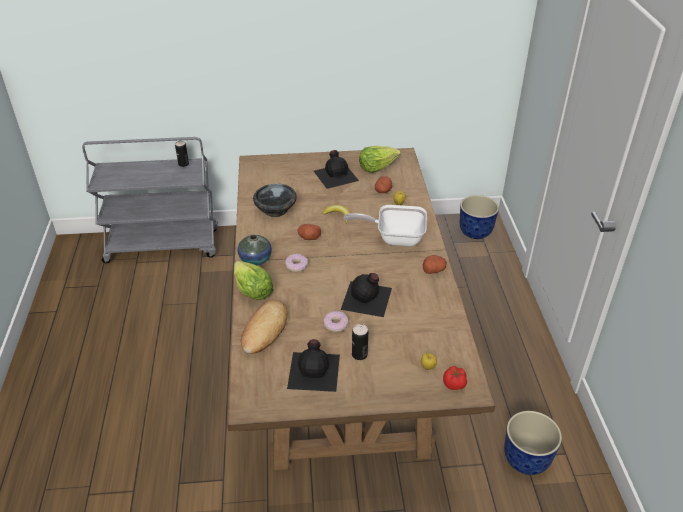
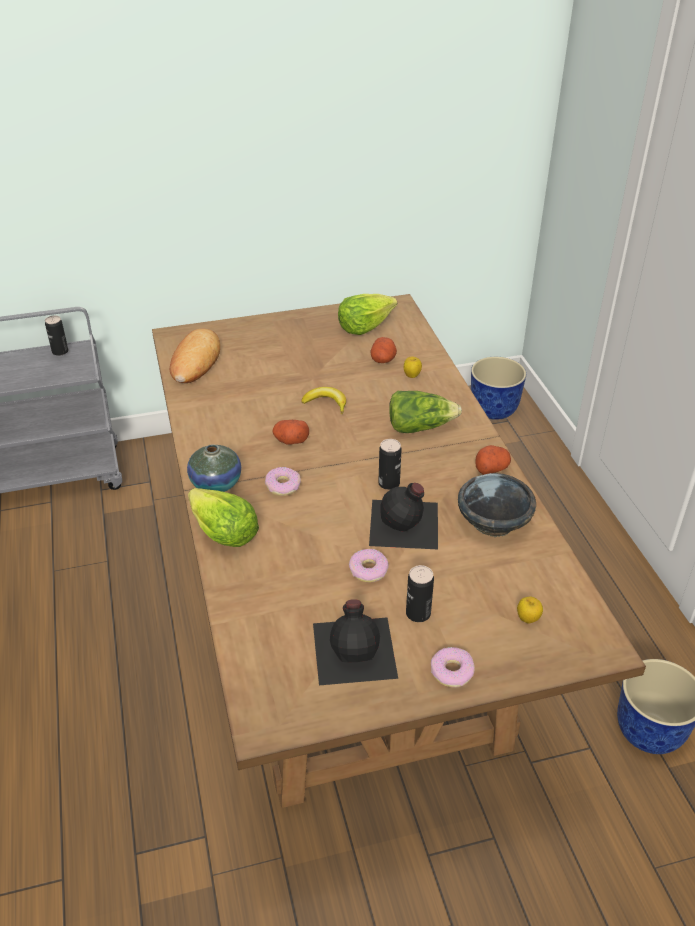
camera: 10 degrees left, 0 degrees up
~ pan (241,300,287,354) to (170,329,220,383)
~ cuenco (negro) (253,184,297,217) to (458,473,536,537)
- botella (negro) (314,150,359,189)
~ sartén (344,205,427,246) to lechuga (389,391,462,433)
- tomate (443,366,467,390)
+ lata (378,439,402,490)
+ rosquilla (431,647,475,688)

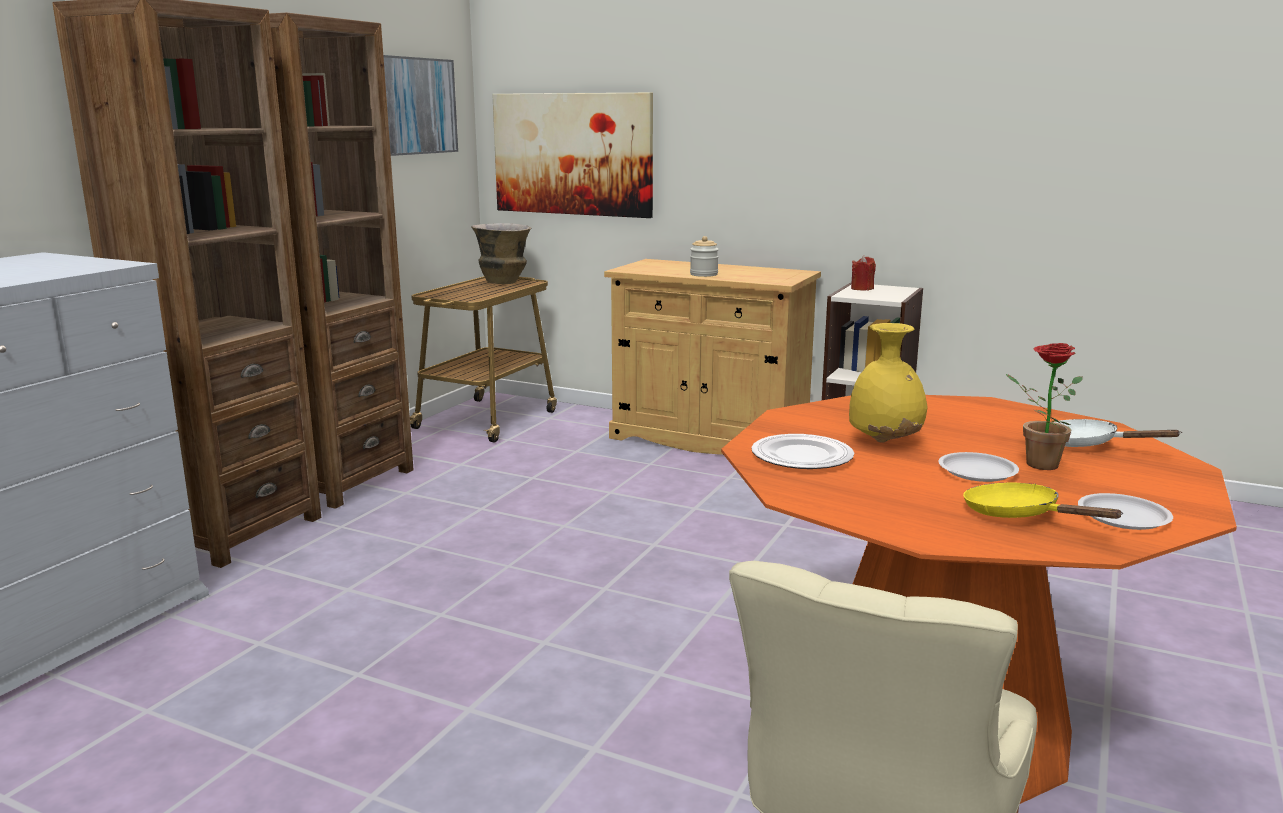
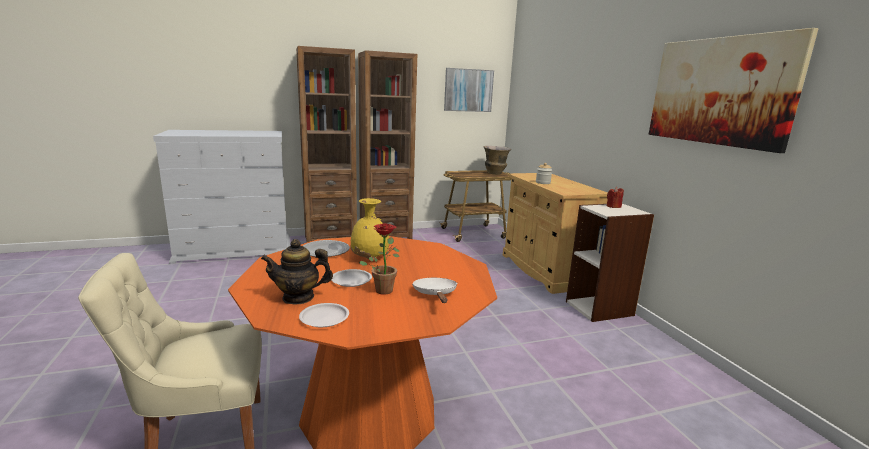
camera: 45 degrees right, 0 degrees up
~ cuadro (492,93,653,218) to (648,28,819,153)
~ sartén (amarillo) (963,483,1123,519) to tetera (261,239,333,305)

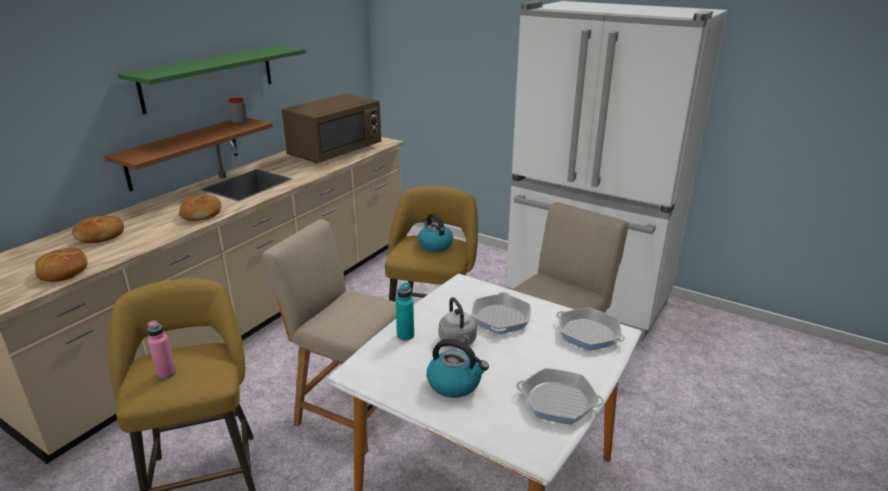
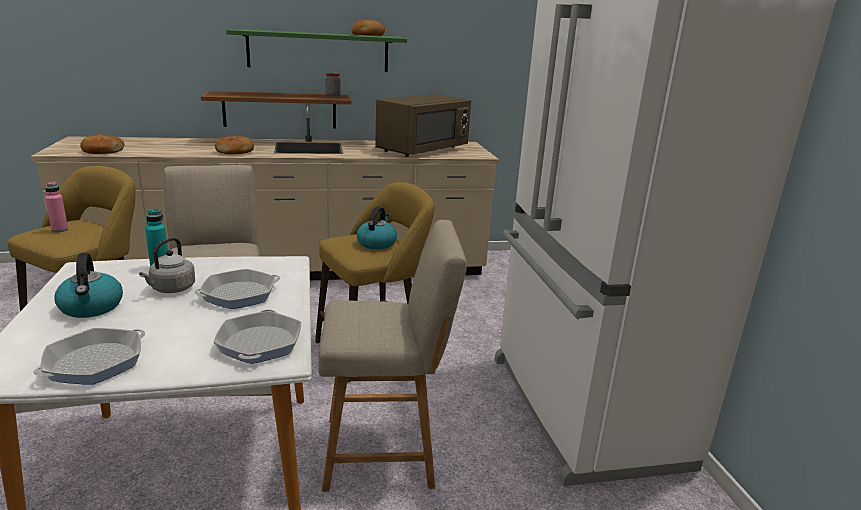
camera: 45 degrees right, 5 degrees down
~ pan (72,216,124,243) to (351,20,385,36)
~ microondas (marrón) (282,93,381,163) = (375,94,471,157) 45 degrees counterclockwise
~ sartén (516,368,604,424) = (33,328,145,384) 60 degrees clockwise

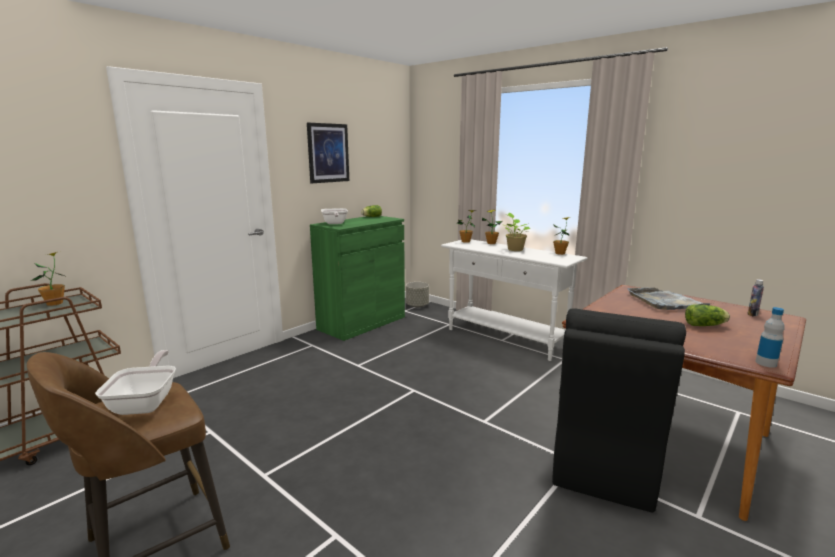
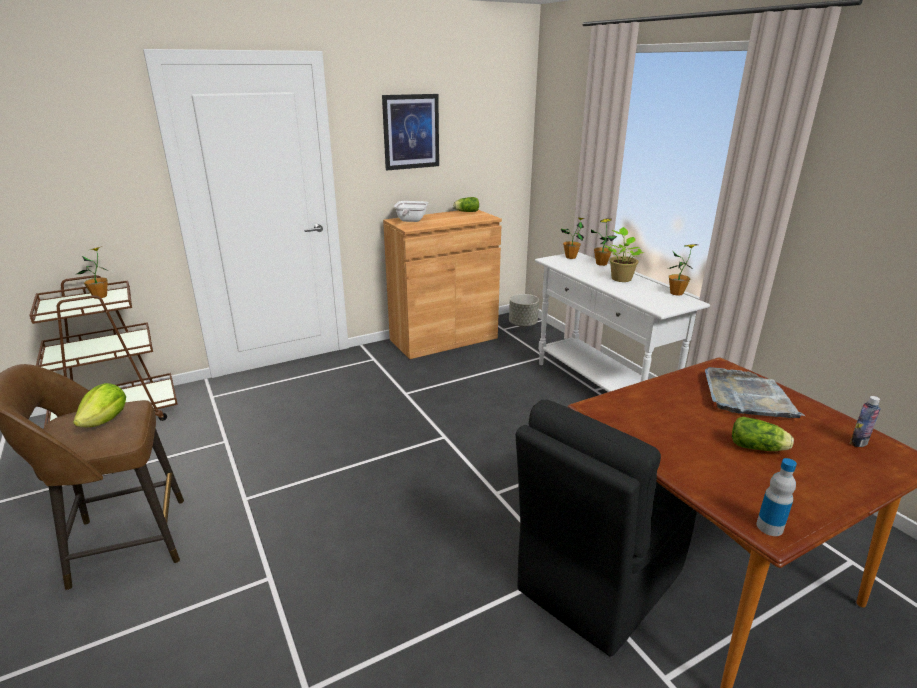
camera: 20 degrees right, 10 degrees up
~ sartén (95,350,176,415) to lechuga (73,383,126,427)
~ armario (verde) (310,216,405,341) to armario (marrón) (383,210,502,359)

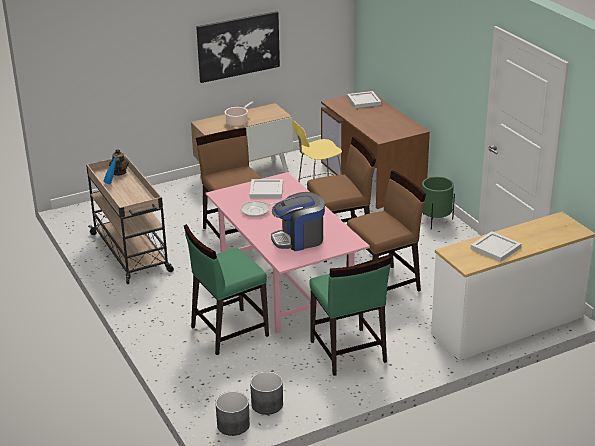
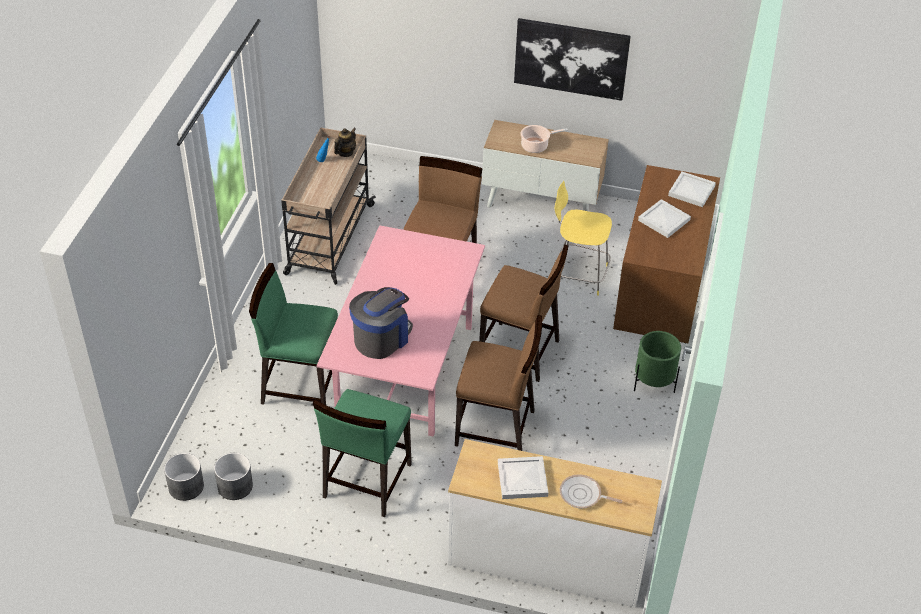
camera: 40 degrees right, 15 degrees up
~ sartén (240,201,280,217) to (560,474,622,508)
~ bandeja (blanco) (250,179,283,198) to (638,199,691,238)
~ cafetera (271,192,325,251) = (349,287,413,359) 105 degrees clockwise

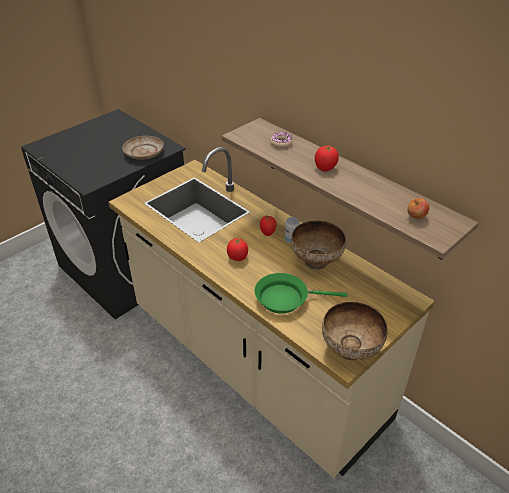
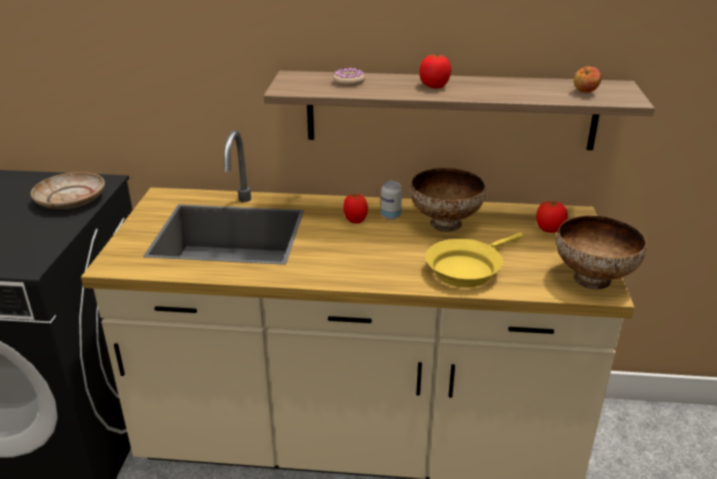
camera: 40 degrees left, 10 degrees down
~ tomate (227,238,248,261) to (536,200,568,233)
~ sartén (verde) (255,273,348,314) to sartén (amarillo) (426,233,523,287)

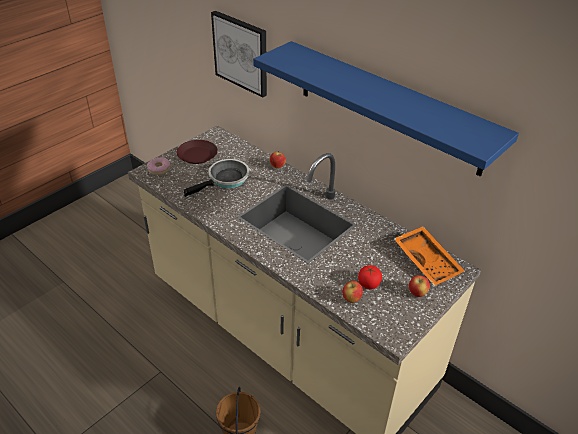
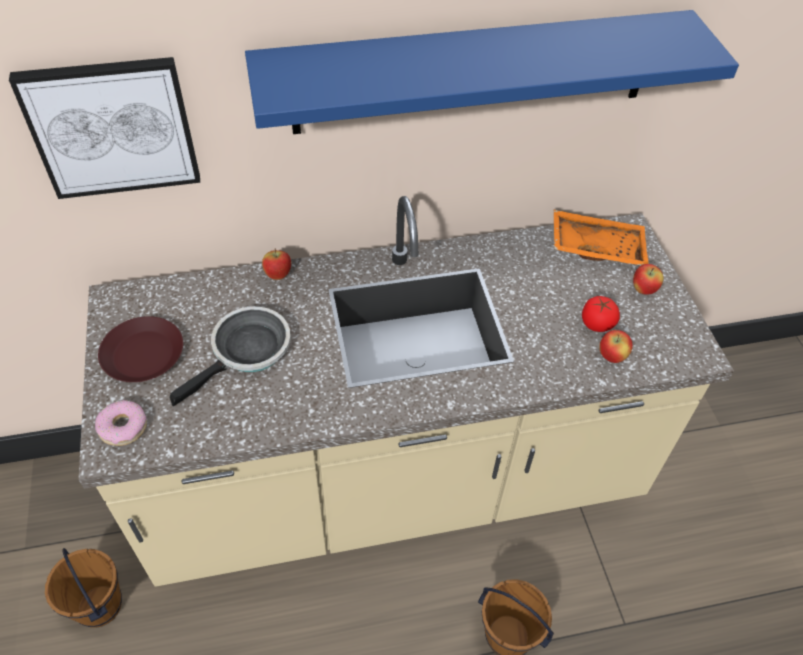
camera: 55 degrees left, 10 degrees up
~ sartén (184,159,250,197) = (170,306,291,407) 45 degrees clockwise
+ cubo (marrón) (45,548,122,628)

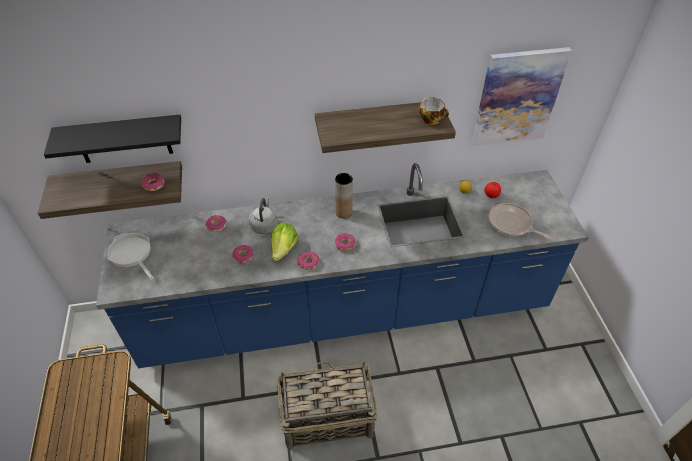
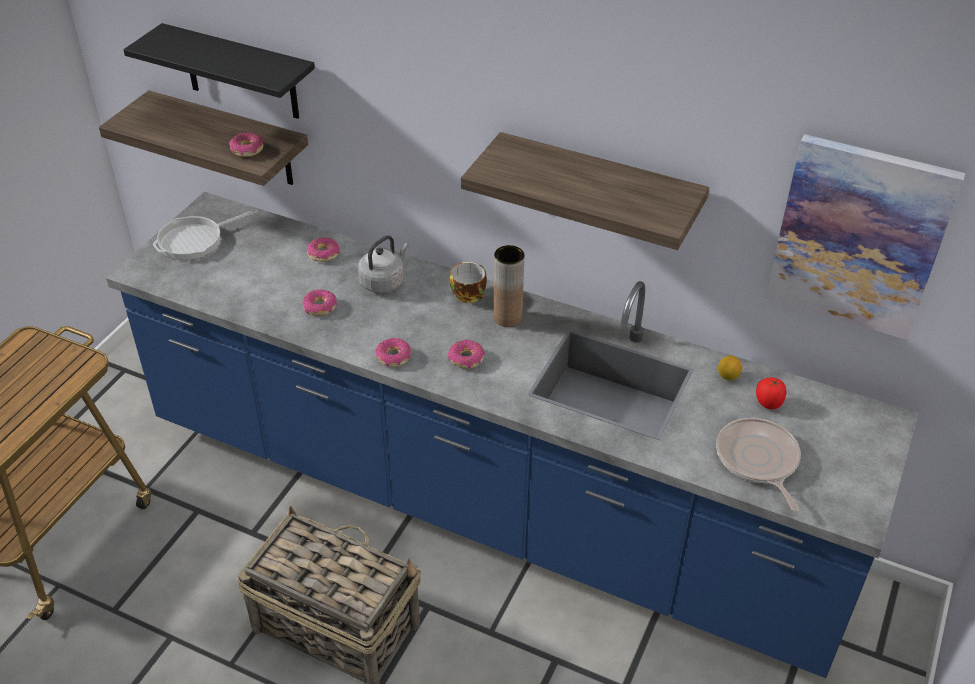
camera: 35 degrees right, 5 degrees down
~ sartén (107,233,155,281) = (153,209,258,260) 120 degrees counterclockwise
- lechuga (271,222,298,261)
~ taza (419,97,449,125) to (450,262,487,303)

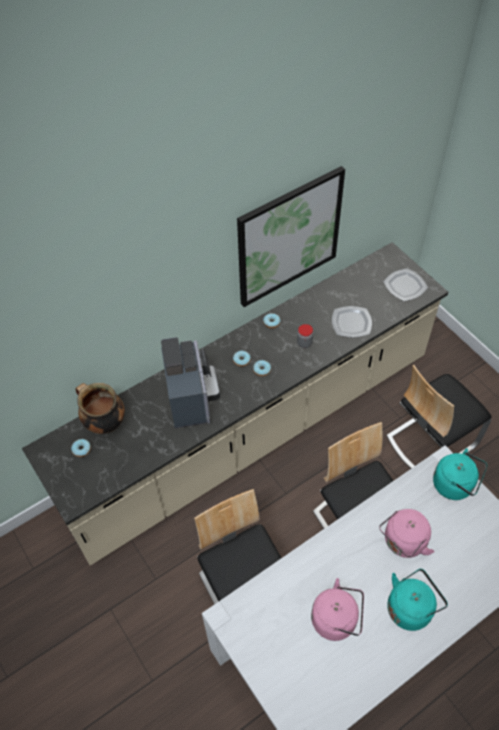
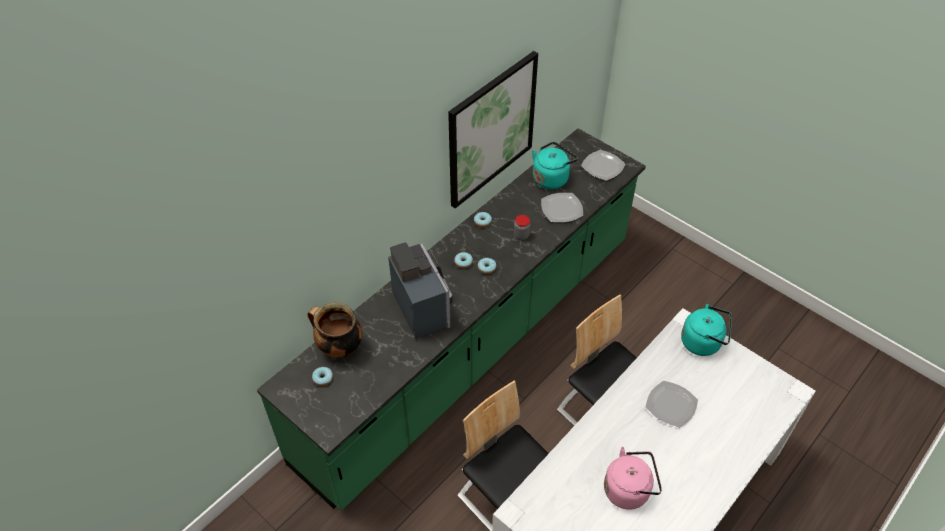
camera: 15 degrees left, 5 degrees down
~ mueble bajo de cocina (beis) (22,242,448,566) to mueble bajo de cocina (verde) (257,128,646,511)
~ hervidor (rosa) (379,509,435,558) to plato (645,381,698,427)
- silla (387,365,492,468)
~ hervidor (turquesa) (387,569,448,631) to (532,142,578,189)

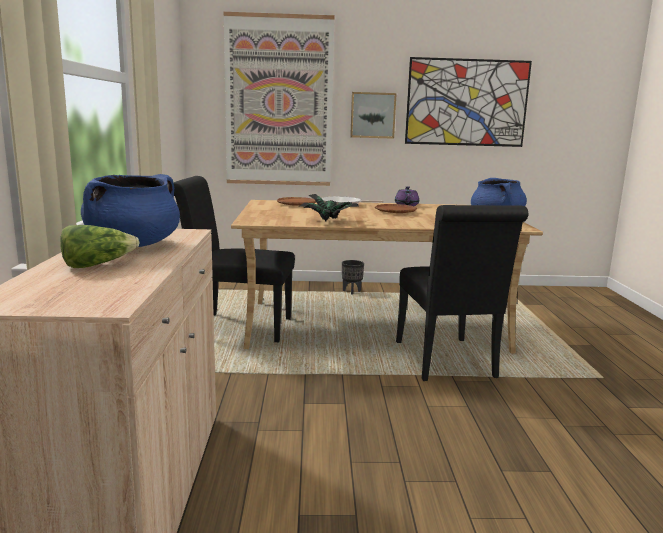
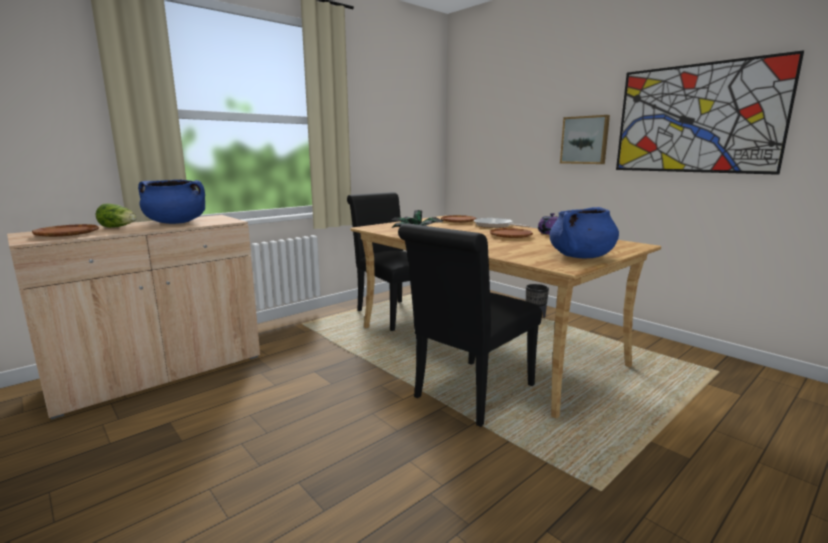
camera: 50 degrees right, 0 degrees up
- cuadro (223,12,335,186)
+ plato (marrón) (32,224,99,237)

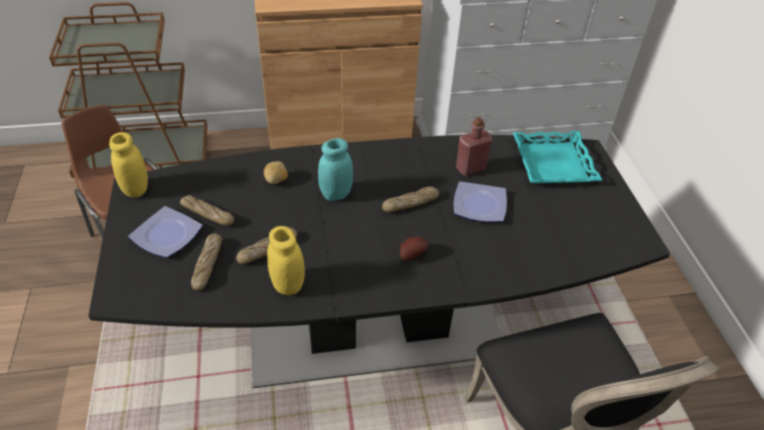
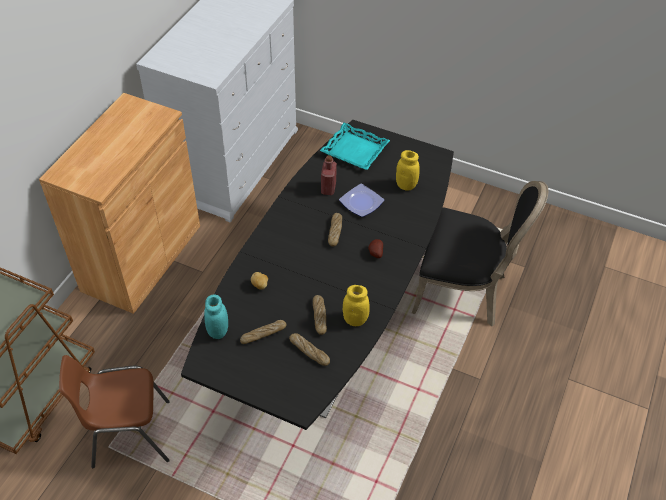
camera: 55 degrees left, 5 degrees up
~ tarro (amarillo) (109,132,148,197) to (396,150,420,191)
- plato (128,206,203,258)
~ tarro (turquesa) (318,138,353,201) to (204,294,228,339)

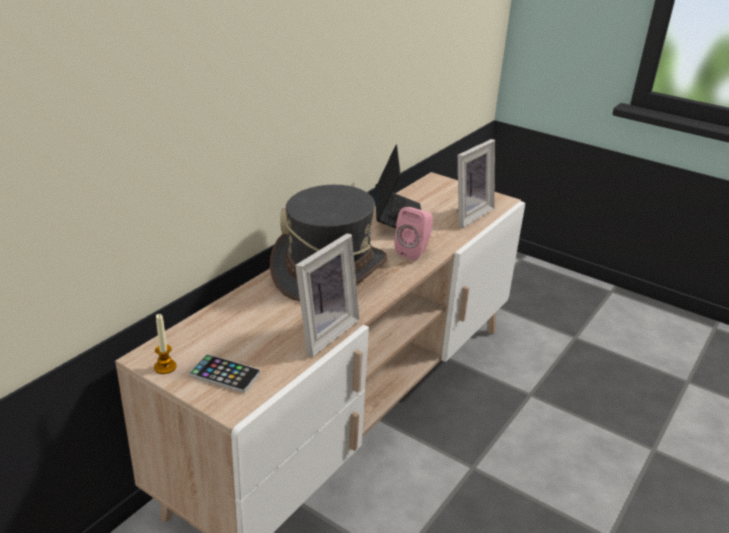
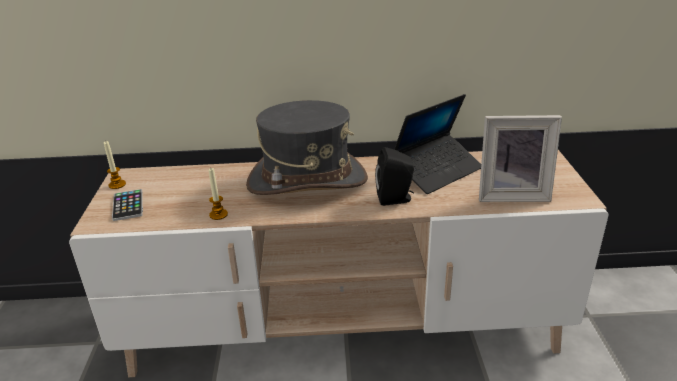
camera: 55 degrees right, 0 degrees up
~ portarretratos (295,233,360,357) to vela (209,168,228,220)
~ altavoz (rosa) (394,207,433,261) to altavoz (negro) (375,147,414,206)

